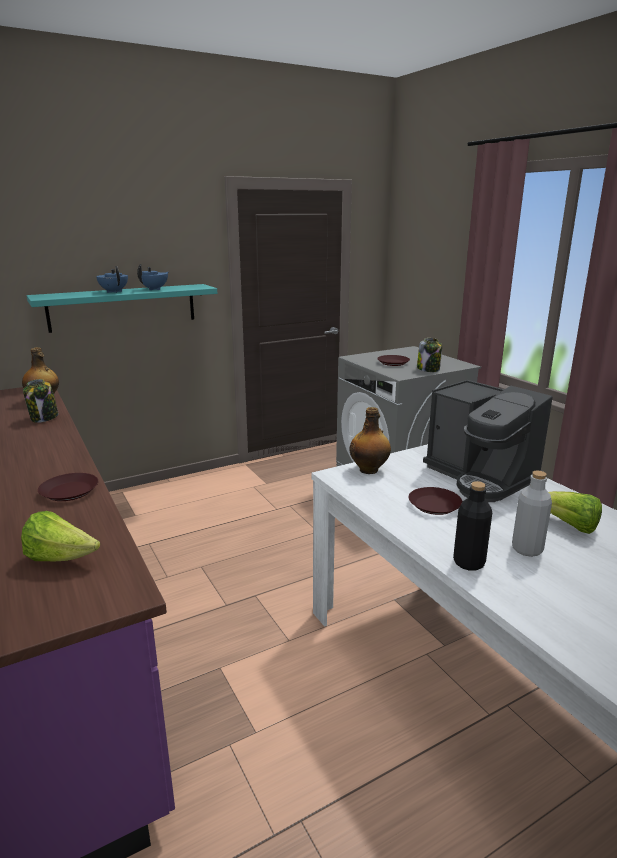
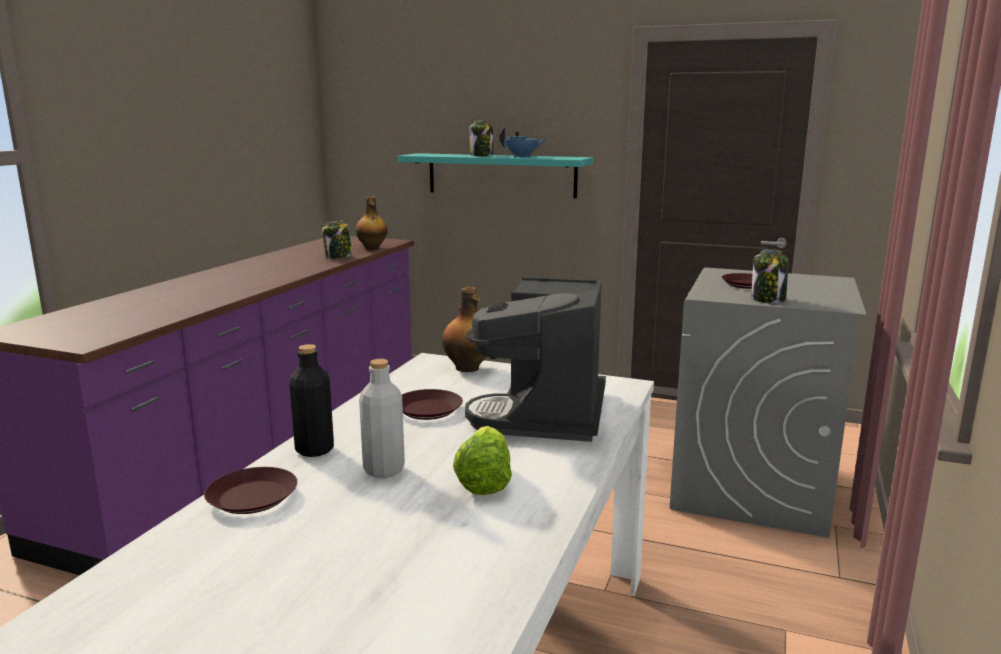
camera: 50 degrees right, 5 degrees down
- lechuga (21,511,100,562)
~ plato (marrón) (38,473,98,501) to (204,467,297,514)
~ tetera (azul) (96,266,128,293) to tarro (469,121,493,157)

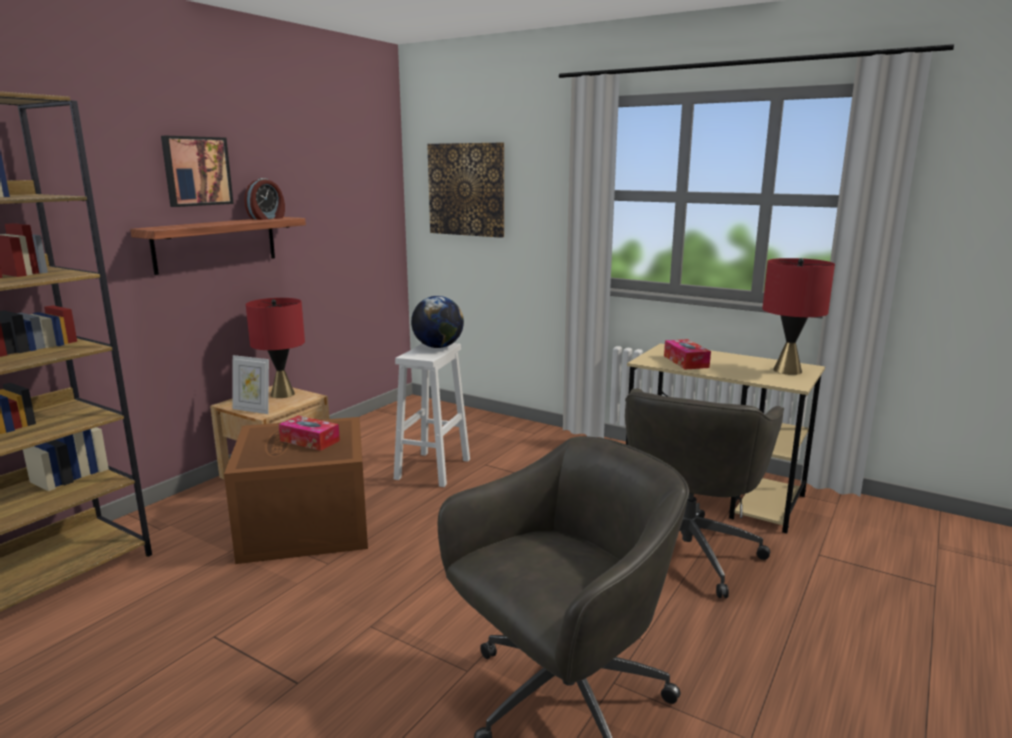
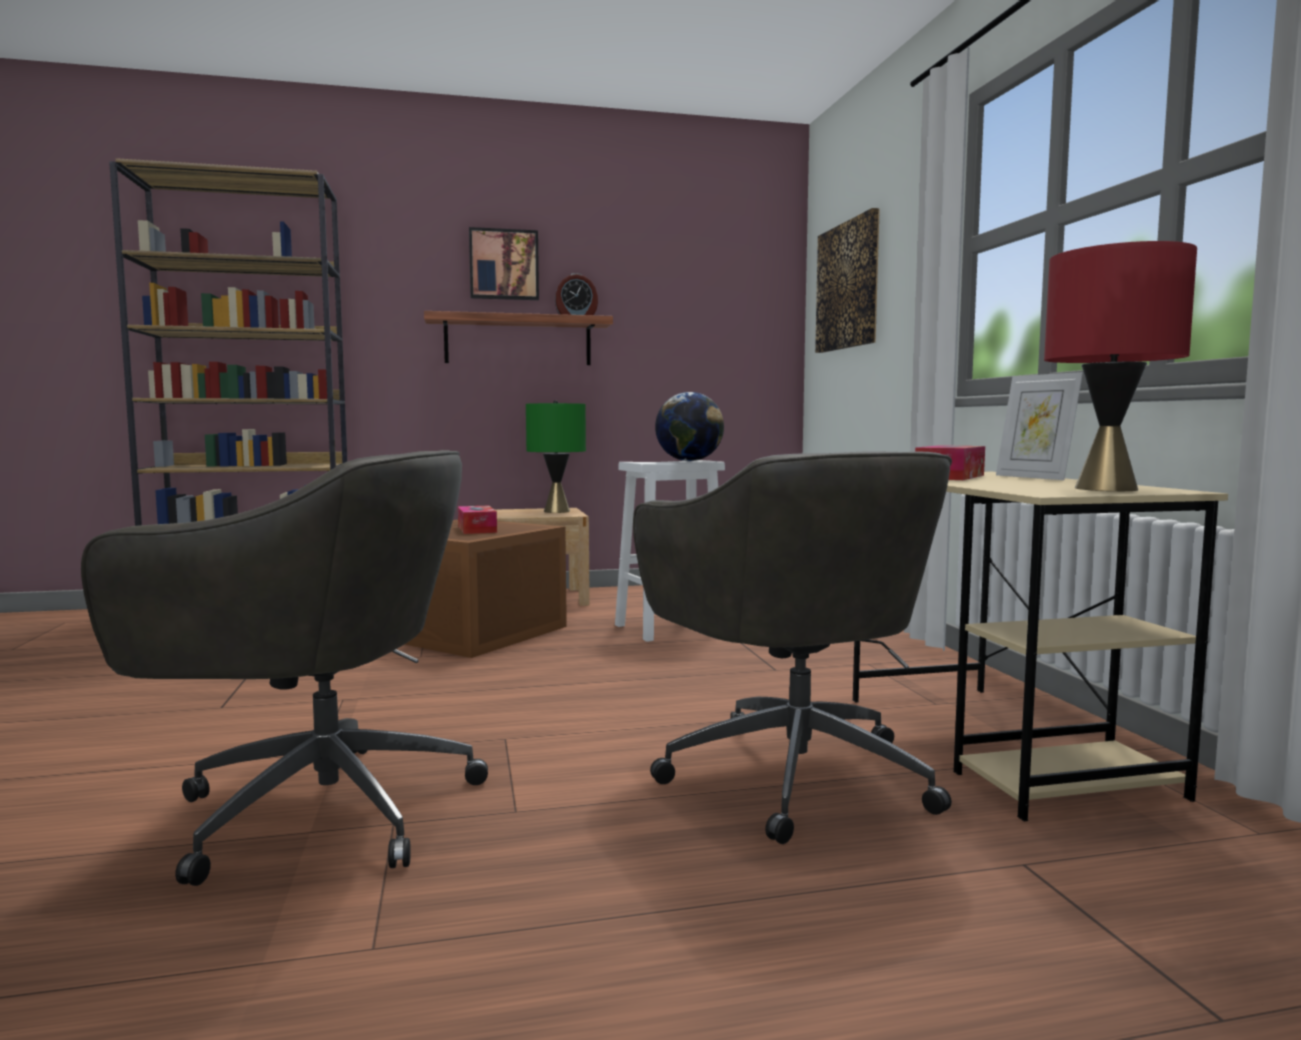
camera: 45 degrees right, 10 degrees down
~ portarretratos (232,355,269,414) to (996,372,1083,480)
~ lámpara de mesa (rojo) (246,298,305,398) to lámpara de mesa (verde) (526,400,586,513)
~ silla de oficina (gris) (625,388,784,598) = (633,451,952,844) 90 degrees counterclockwise

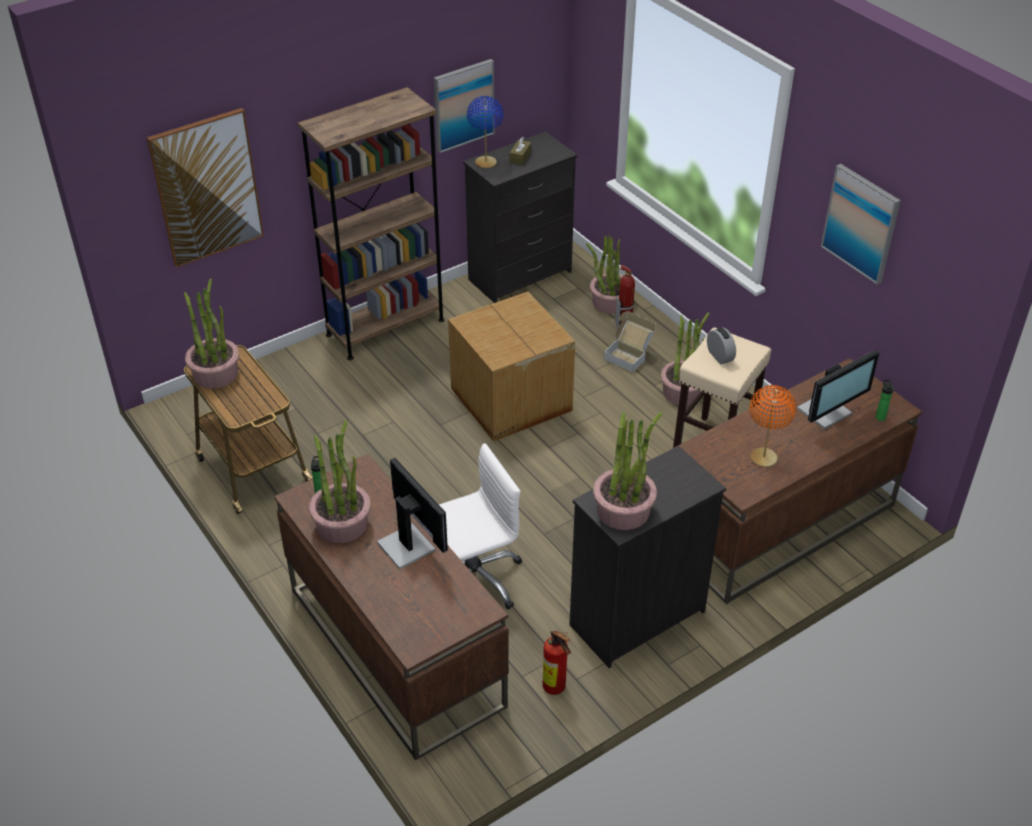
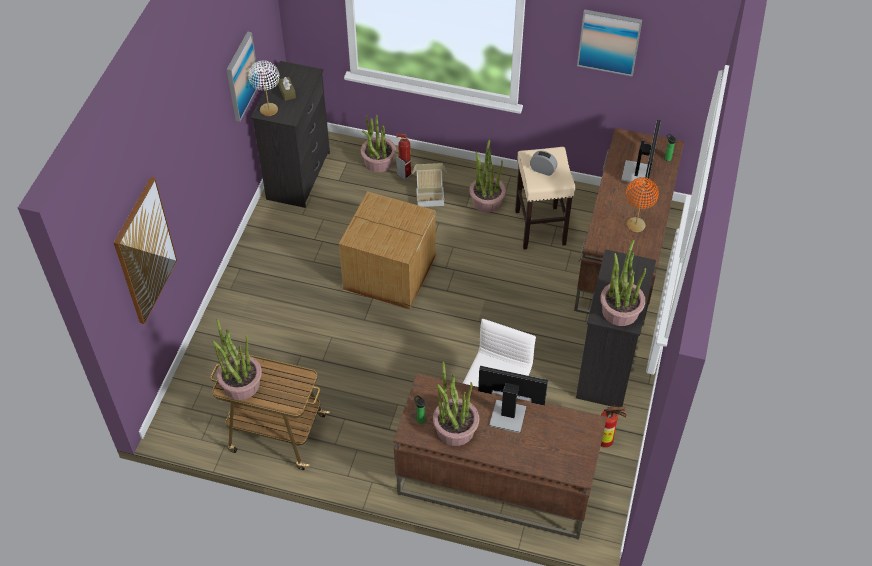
camera: 40 degrees left, 10 degrees up
- estantería (marrón) (298,87,444,360)
~ lámpara de mesa (azul) (467,96,503,168) to lámpara de mesa (blanco) (248,61,280,116)

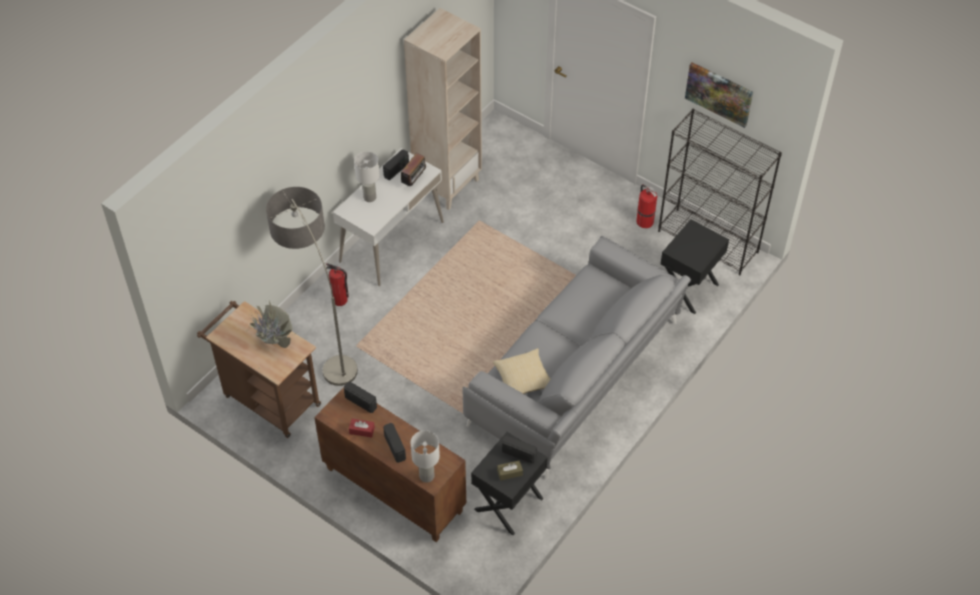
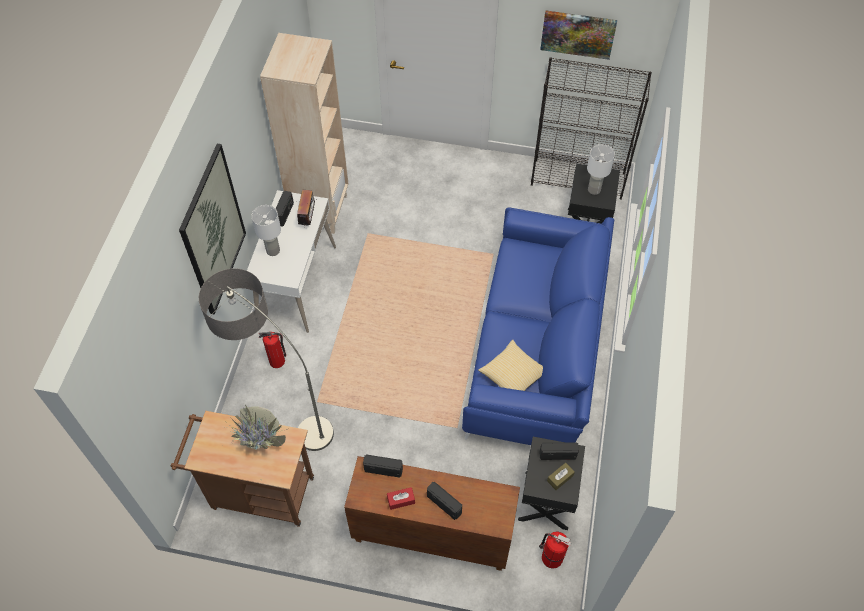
camera: 25 degrees left, 5 degrees up
~ lámpara de mesa (blanco) (411,430,440,483) to (587,144,615,195)
~ sofá (gris) (463,236,691,479) to sofá (azul) (462,207,615,445)
~ extintor (636,184,657,228) to (539,531,571,569)
+ cuadro (179,144,246,315)

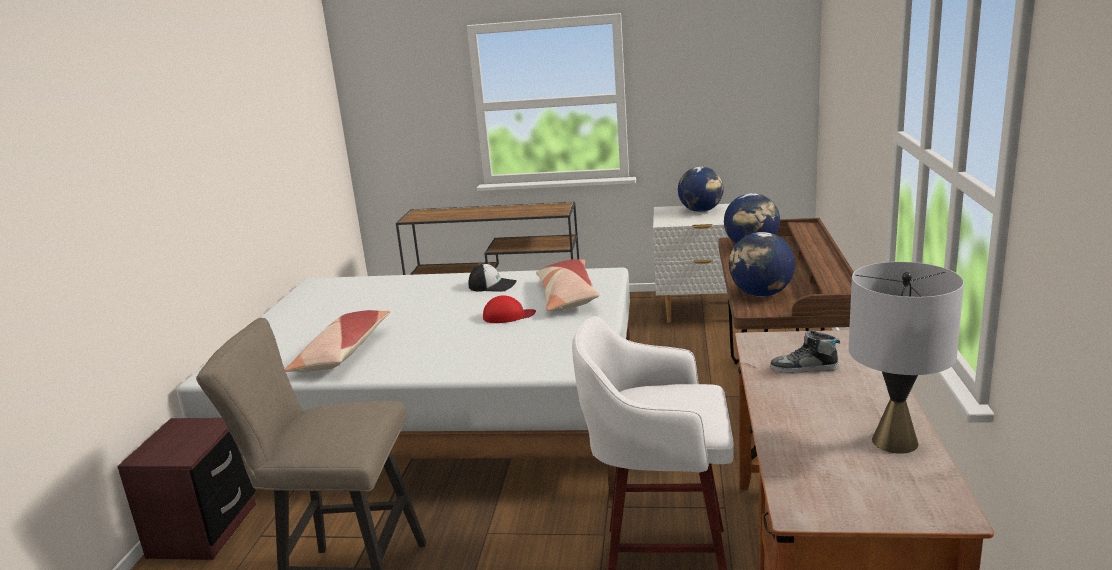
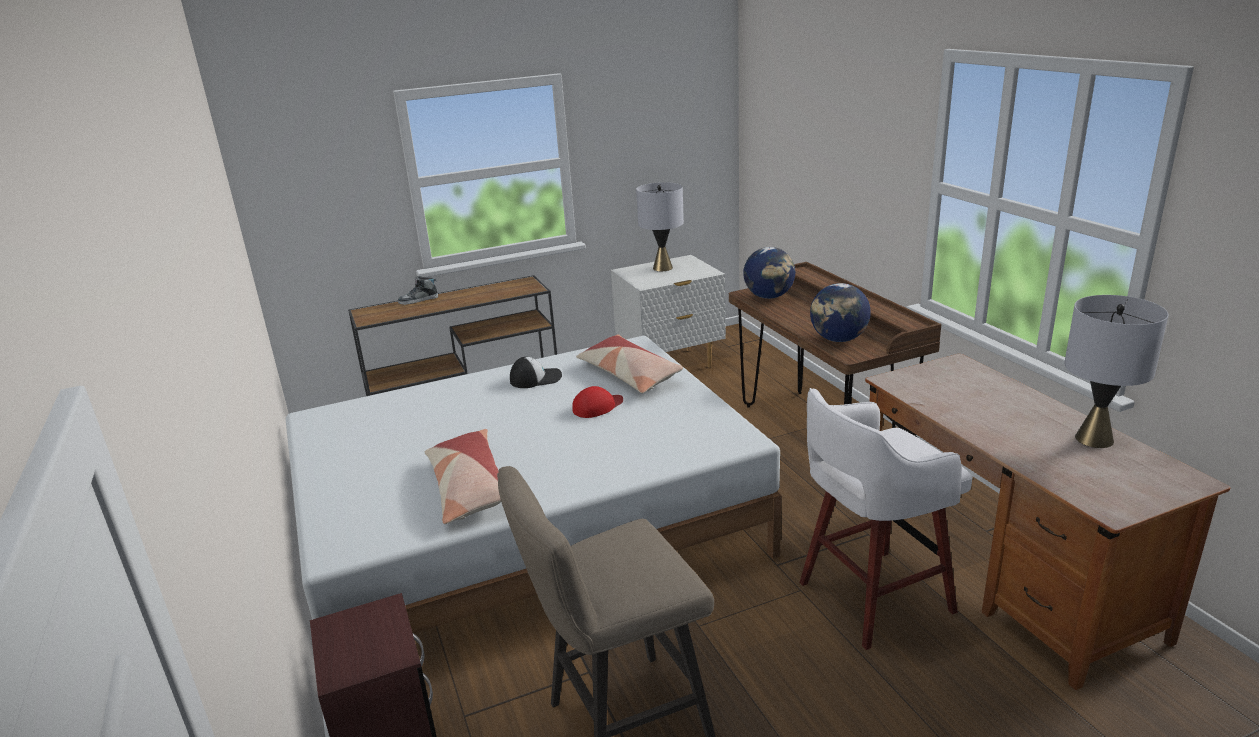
camera: 30 degrees left, 5 degrees up
~ globo terráqueo (678,167,724,212) to lámpara de mesa (gris) (636,182,684,271)
~ zapato (770,330,840,373) to (398,276,438,305)

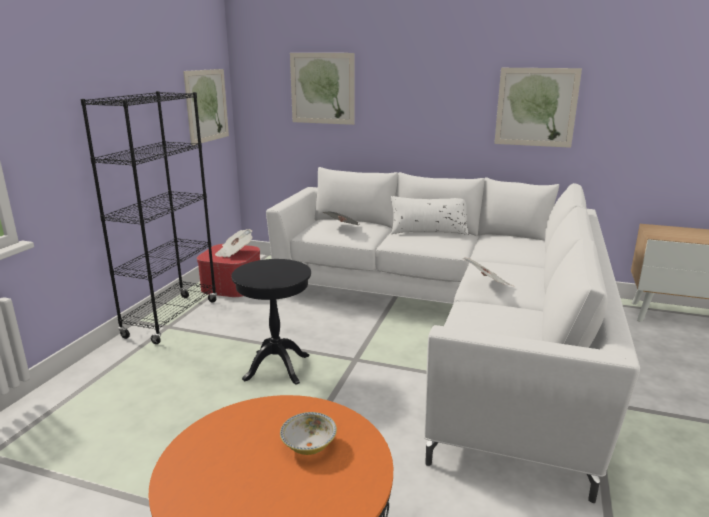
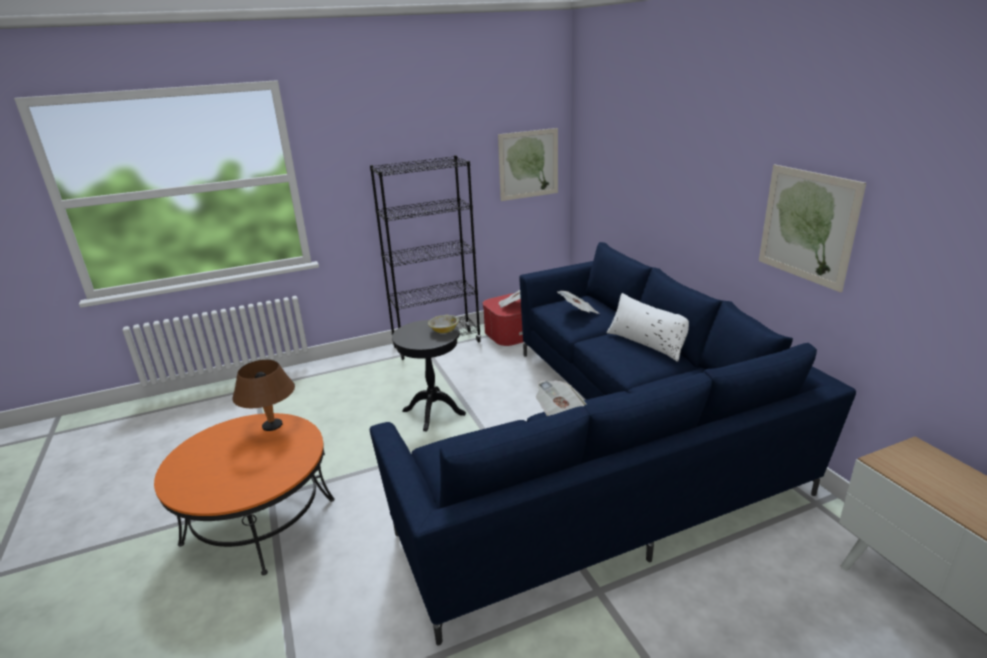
camera: 50 degrees right, 5 degrees up
~ sofá (blanco) (266,167,640,503) to sofá (azul) (370,242,856,646)
~ cuenco (280,412,337,455) to (428,315,459,333)
- cuadro (290,53,355,125)
+ lámpara de mesa (marrón) (232,360,295,431)

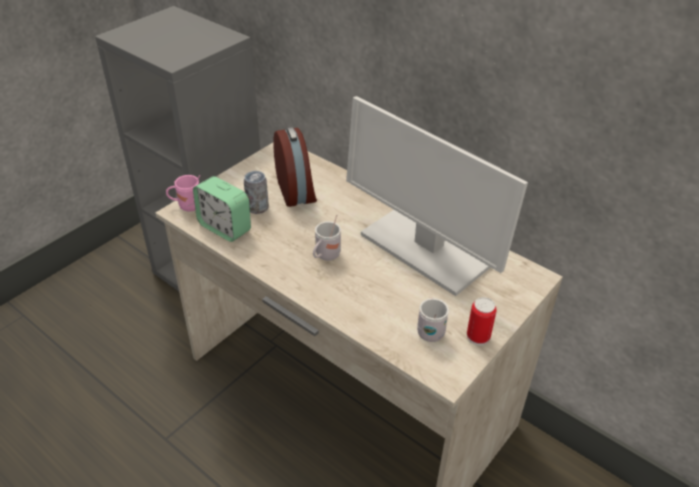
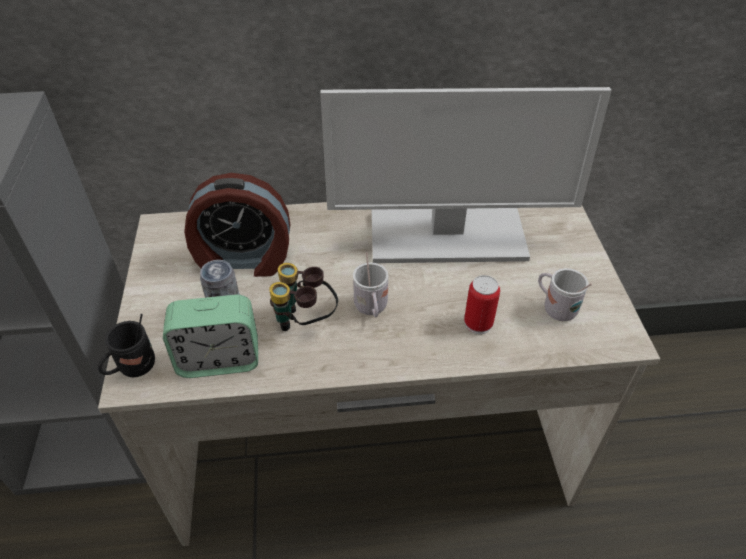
camera: 45 degrees left, 5 degrees up
~ taza grande (rosa) (166,175,200,212) to taza grande (negro) (98,314,155,377)
~ despertador (273,127,317,207) = (184,173,290,277) 150 degrees clockwise
~ lata (467,297,497,346) to (464,275,500,334)
+ prismáticos (269,263,338,331)

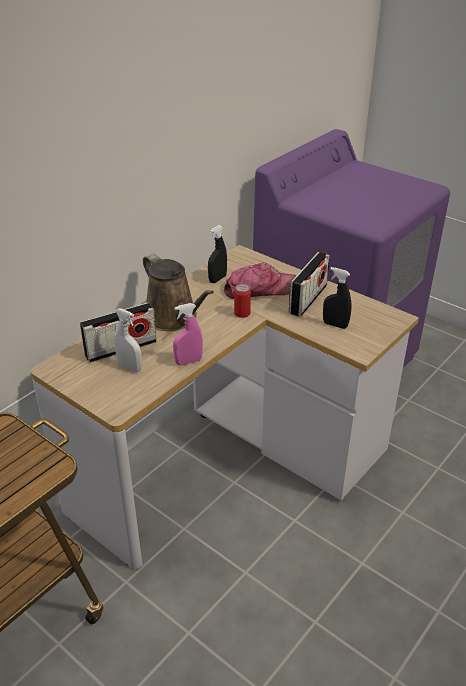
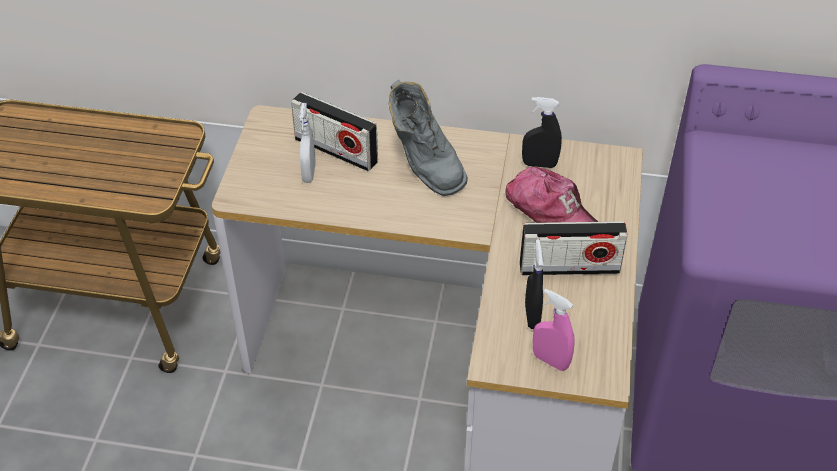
camera: 60 degrees right, 10 degrees up
~ regadera (marrón) (143,253,214,331) to bota (gris) (389,79,468,196)
~ pulverizador (rosa) (173,303,203,365) to (533,289,575,371)
- lata (234,284,251,318)

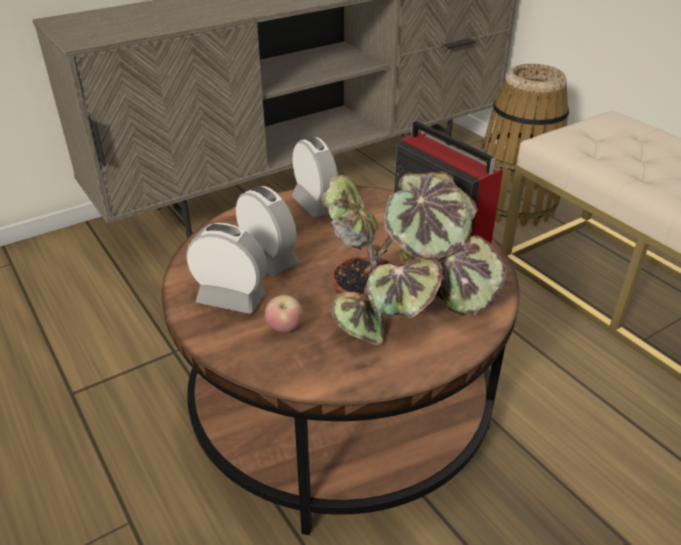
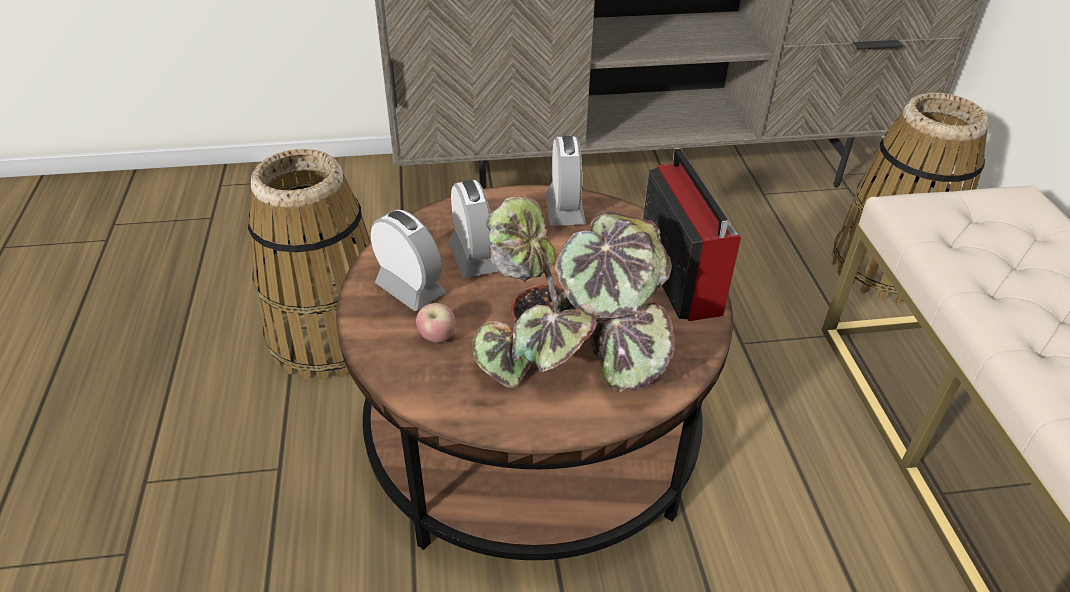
camera: 25 degrees right, 5 degrees up
+ cesta (248,149,371,380)

